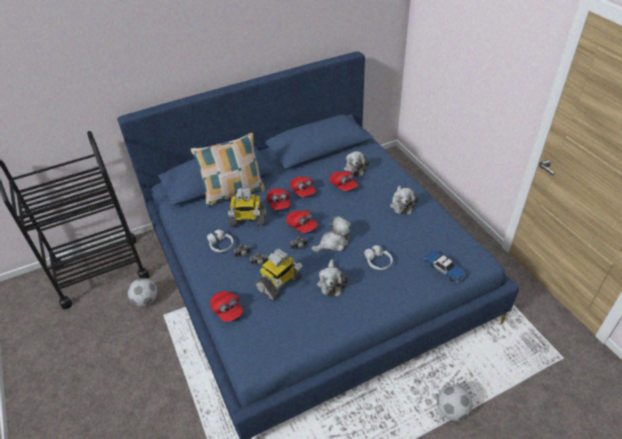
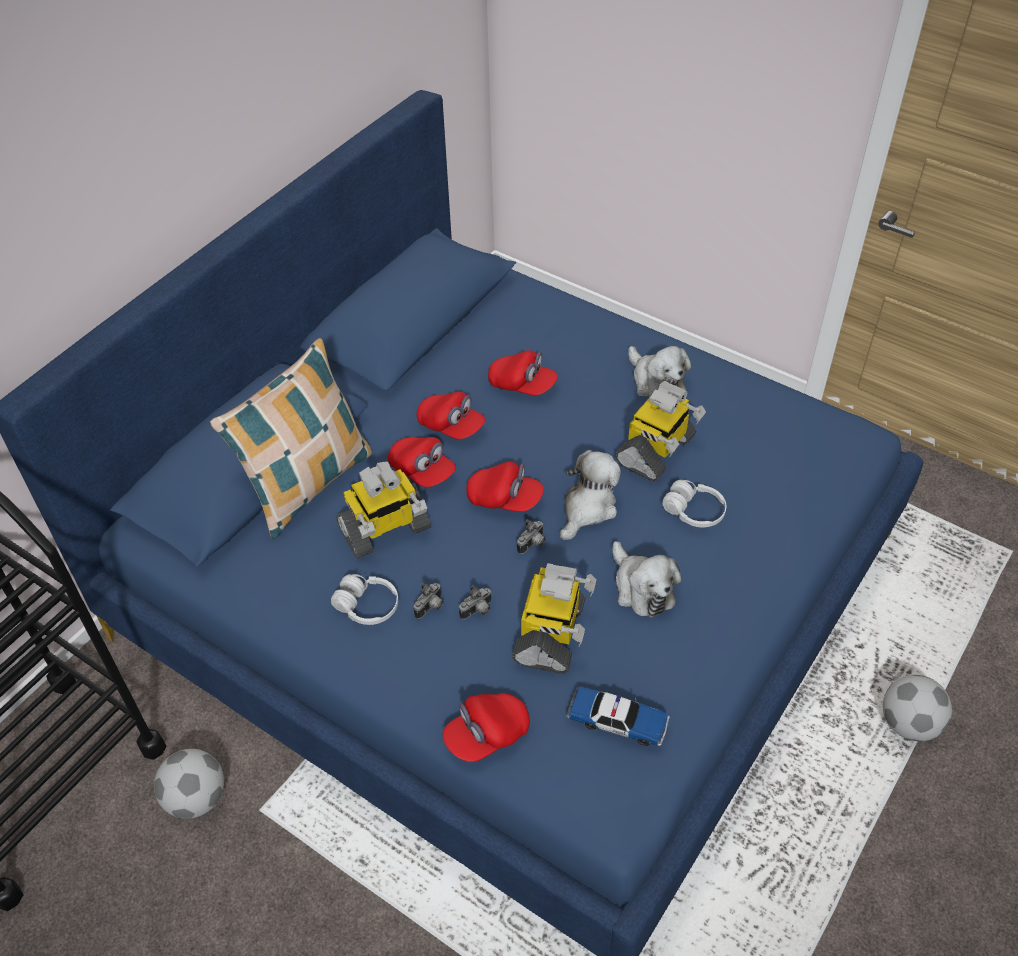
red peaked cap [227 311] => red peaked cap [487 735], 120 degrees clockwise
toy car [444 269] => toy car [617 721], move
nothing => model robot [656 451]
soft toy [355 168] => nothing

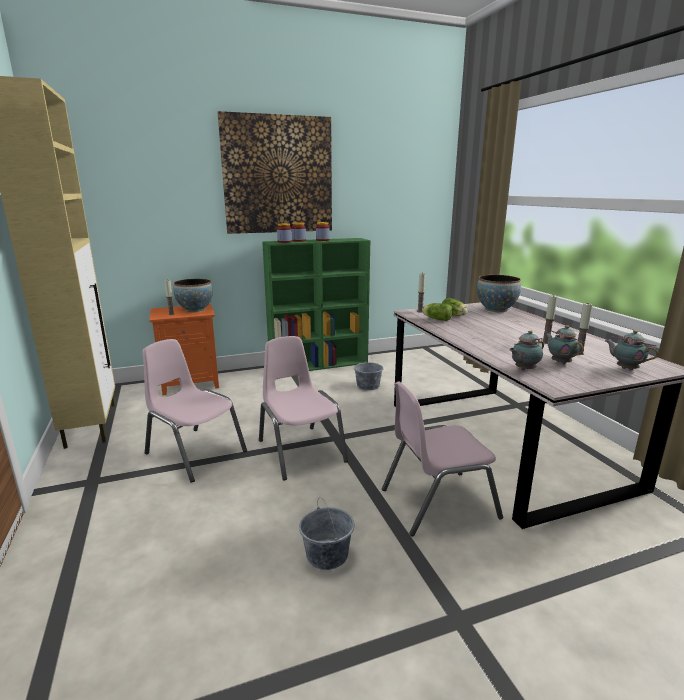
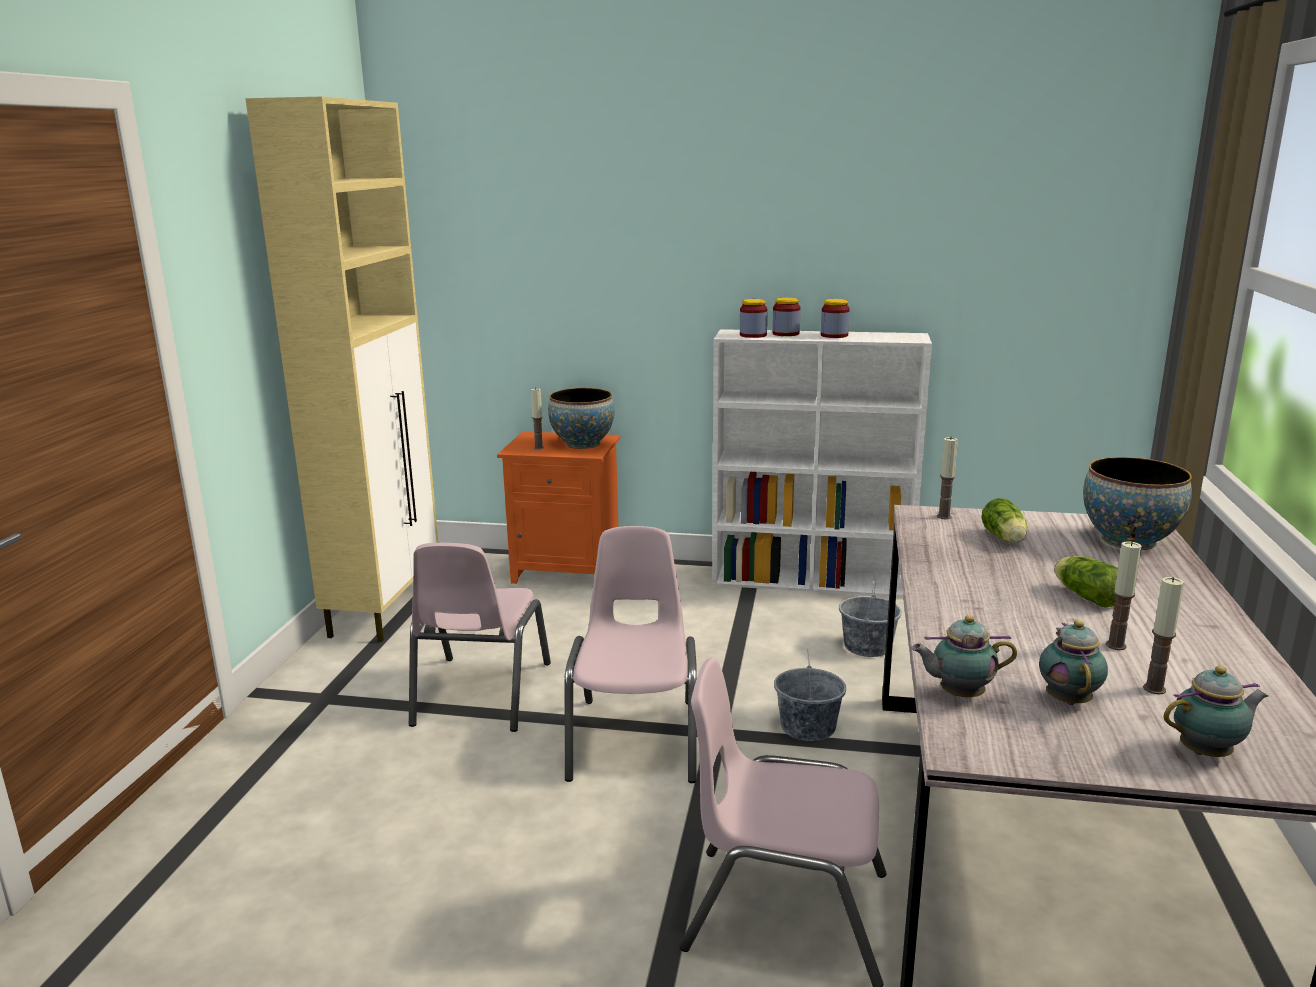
pink-coloured chair [195 452] => pink-coloured chair [480 694], 150 degrees counterclockwise
green-coloured bookcase [319 364] => white bookcase [813 580]
greyish pail [327 555] => greyish pail [808 727], move
lettuce [436 319] => lettuce [1085 596], move
teapot [625 368] => teapot [1208 753], 90 degrees clockwise
wall art [278 175] => nothing

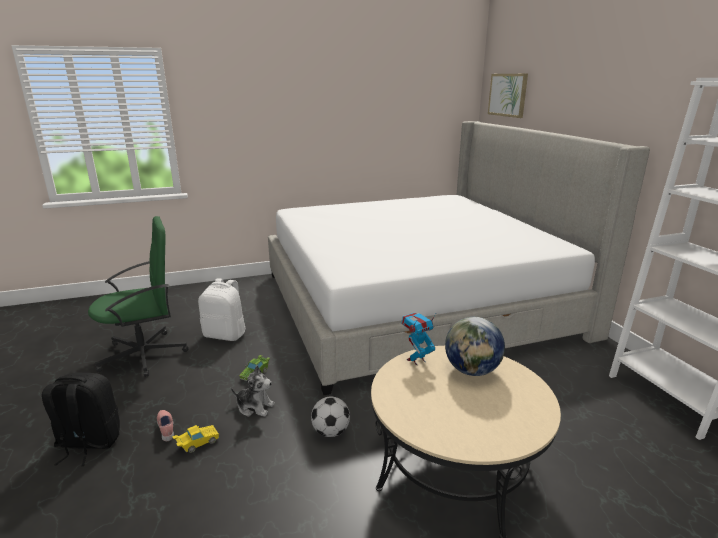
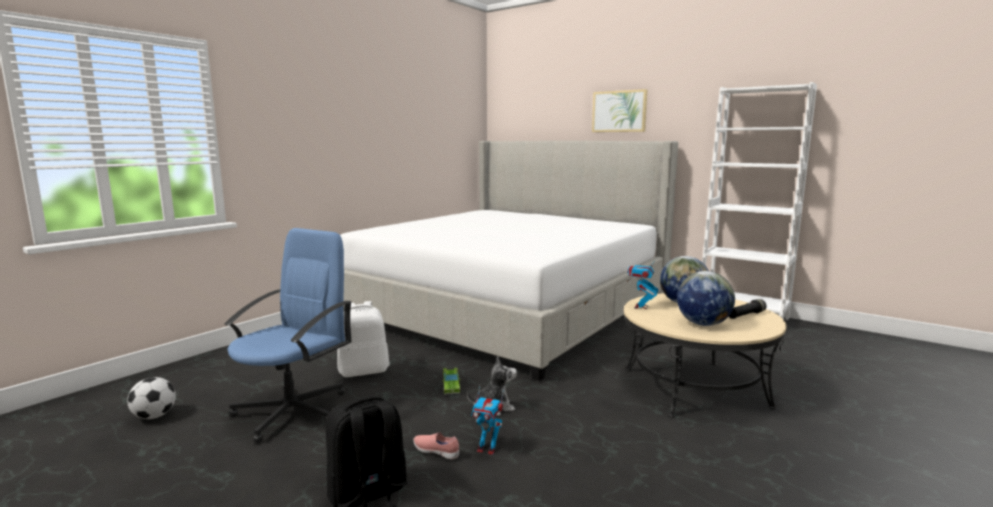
ball for football [330 432] => ball for football [154 416], move
green-coloured office chair [145 354] => blue office chair [294 411]
yellow-coloured toy car [197 443] => model robot [487 449]
wall art [507 95] => wall art [619 111], move
nothing => world globe [703 324]
nothing => black torch [745 315]

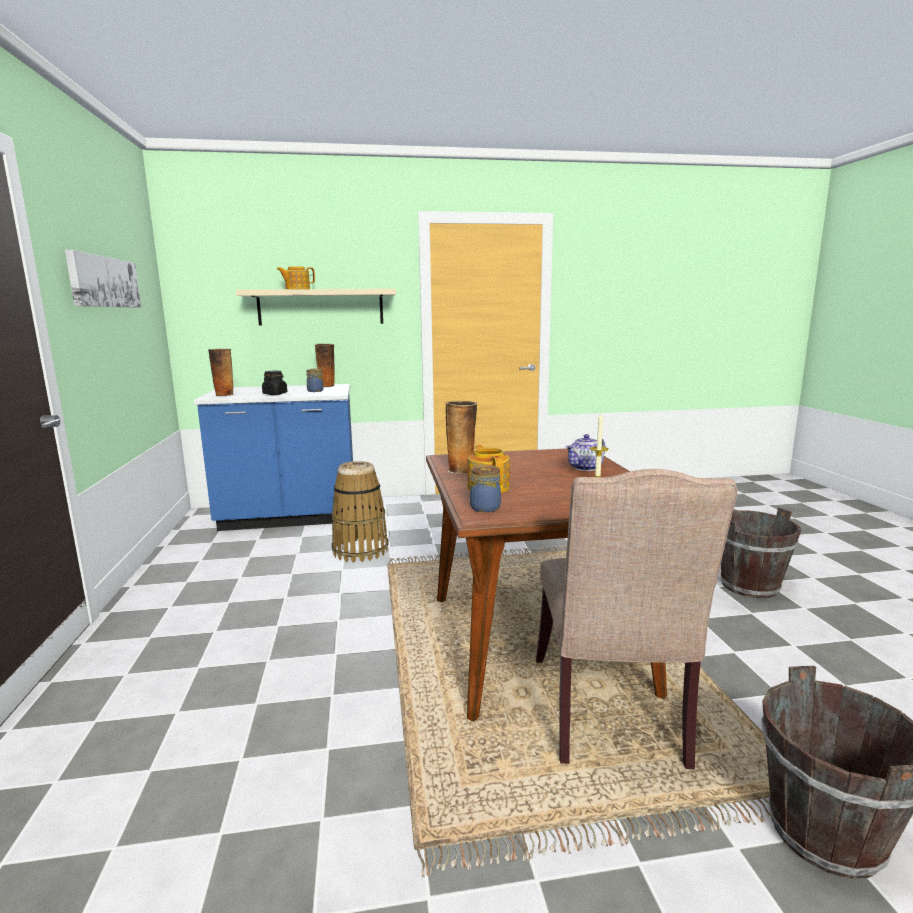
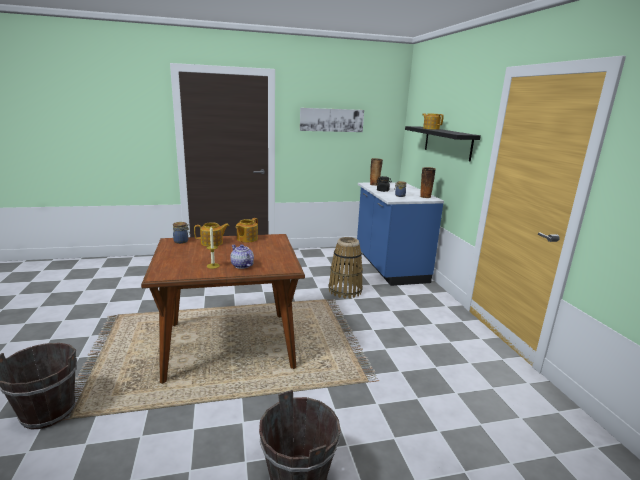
decorative vase [462 470] => teapot [246 239]
beige-coloured bracket shelf [321 307] => black bracket shelf [447 142]
beige-coloured chair [612 714] => nothing

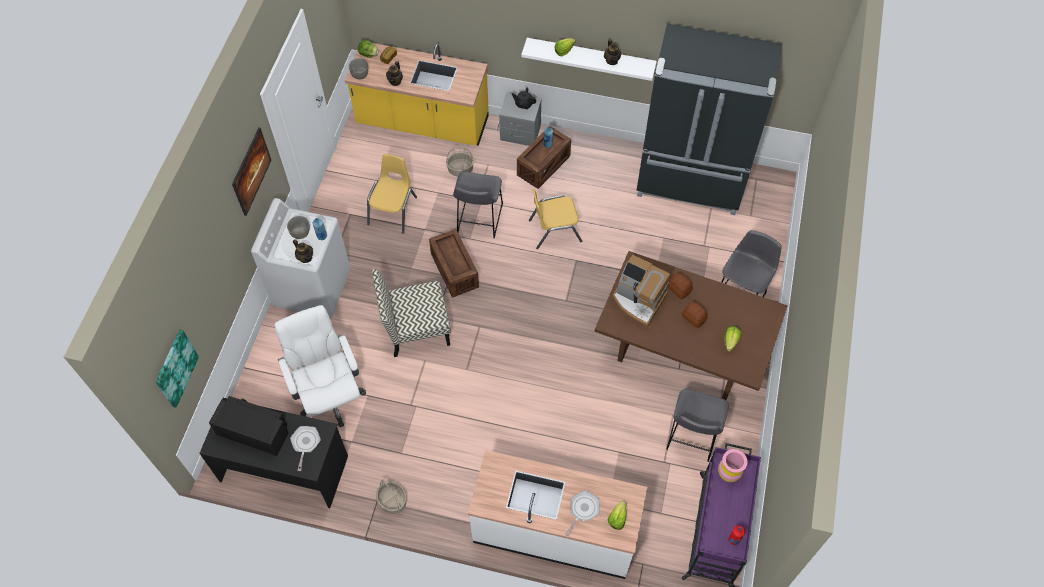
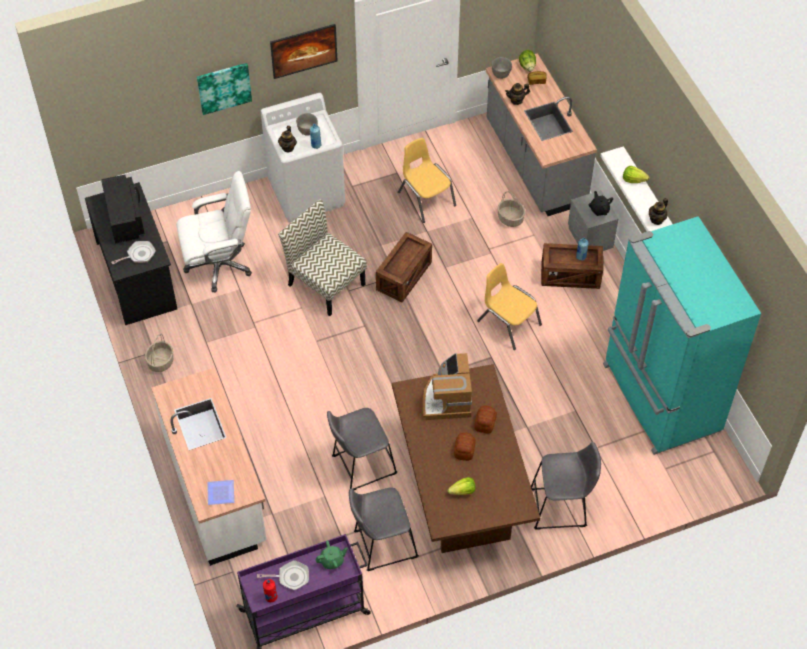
white office chair [329 395] => white office chair [220 264], 45 degrees clockwise
wall art [175 368] => wall art [224 87], move
lettuce [617 518] => flat dish [220 492]
pan [583 510] => pan [291 577], move
pink-coloured decorative vase [729 473] => green-coloured teapot [332 561]
greyish stool seat [479 220] => greyish stool seat [360 465], move
yellow-coloured chair [393 210] => yellow-coloured chair [426 199], 105 degrees counterclockwise
yellow-coloured kitchen counter [422 123] => greyish kitchen counter [534 163]
black refrigerator [691 182] => turquoise refrigerator [659 398]

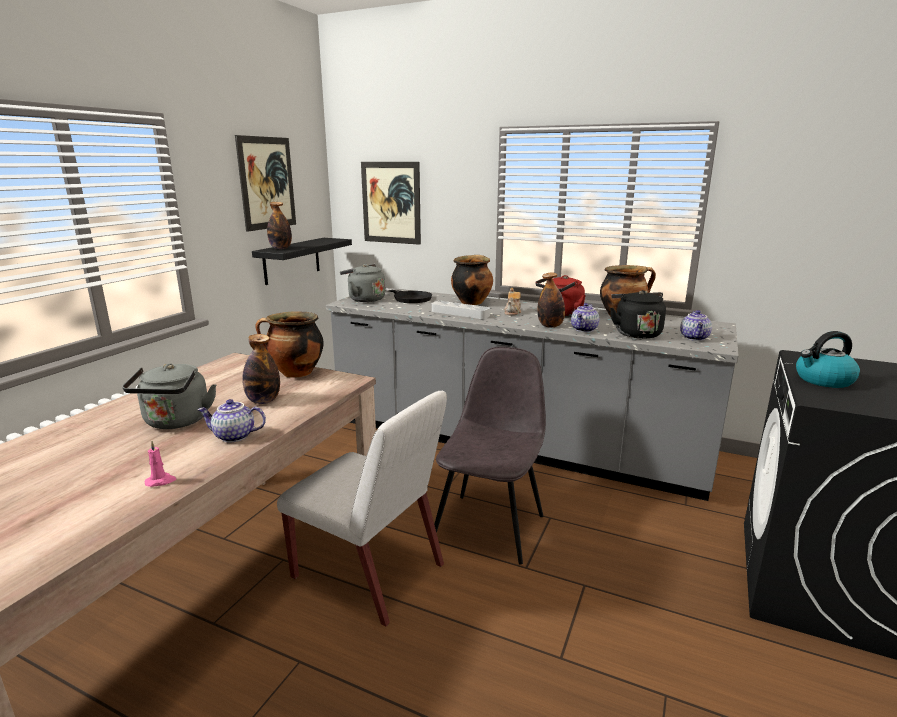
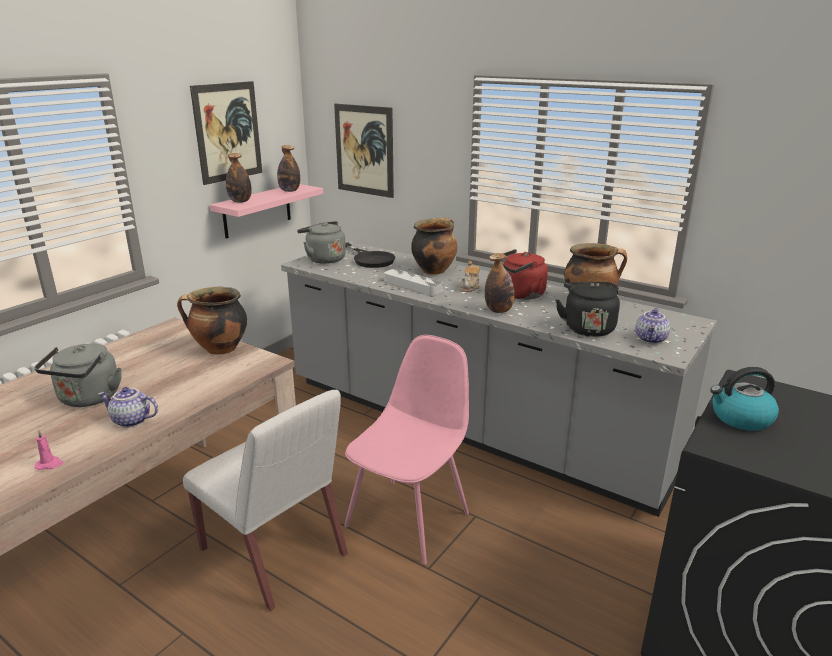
black bracket shelf [292 260] => pink-coloured bracket shelf [257 211]
drink bottle [263 401] => drink bottle [289 191], move
greyish chair [490 525] => pink-coloured chair [409 517]
teapot [584 329] => nothing

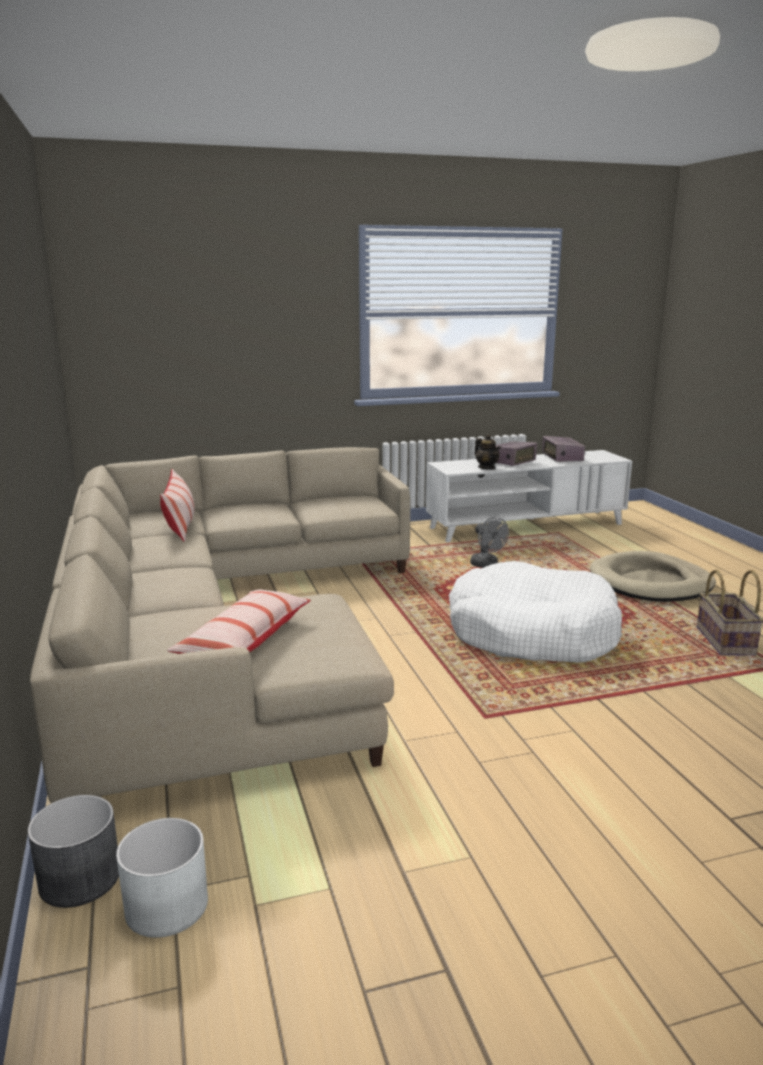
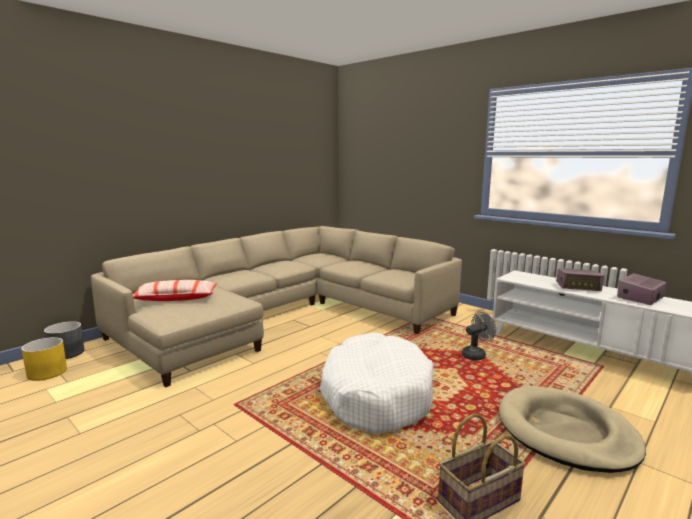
white plant pot [168 906] => yellow-coloured plant pot [47 373]
greyish electric fan [487 565] => greyish electric fan [476 355], 150 degrees counterclockwise
cushion [180 526] => nothing
teapot [486 468] => nothing

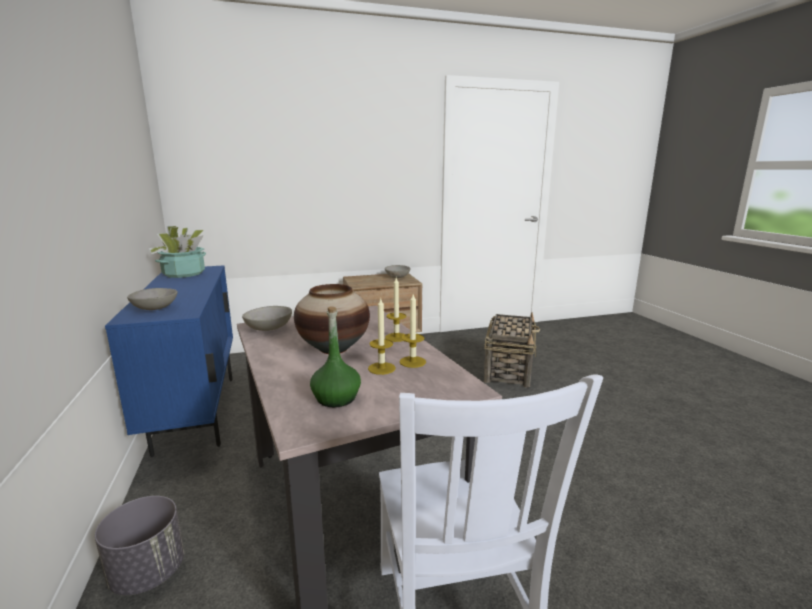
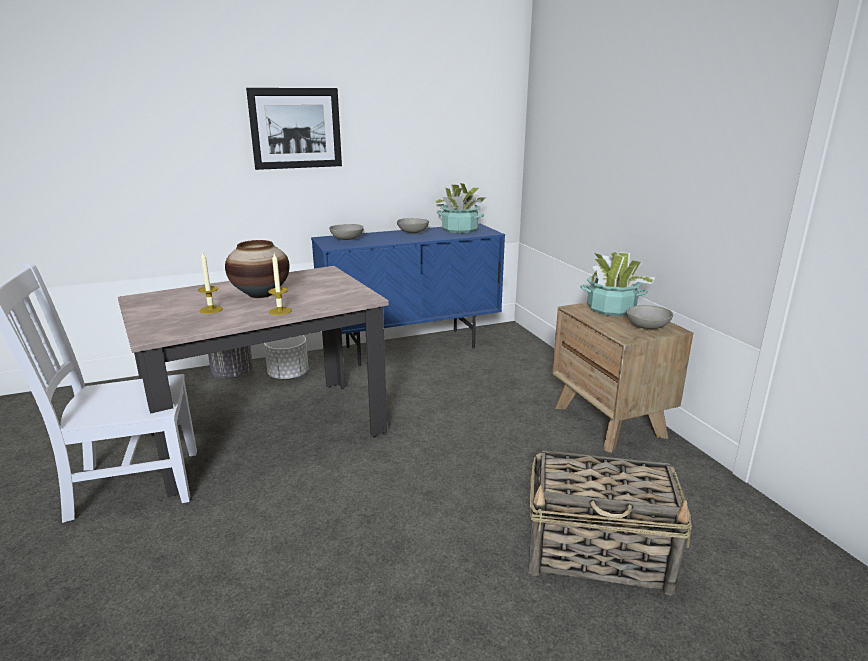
nothing => wall art [296 128]
nothing => white plant pot [288 375]
greyish serving bowl [269 329] => greyish serving bowl [412 232], move
nothing => houseplant [611 309]
green-coloured drink bottle [336 398] => nothing
wax light [412 362] => nothing

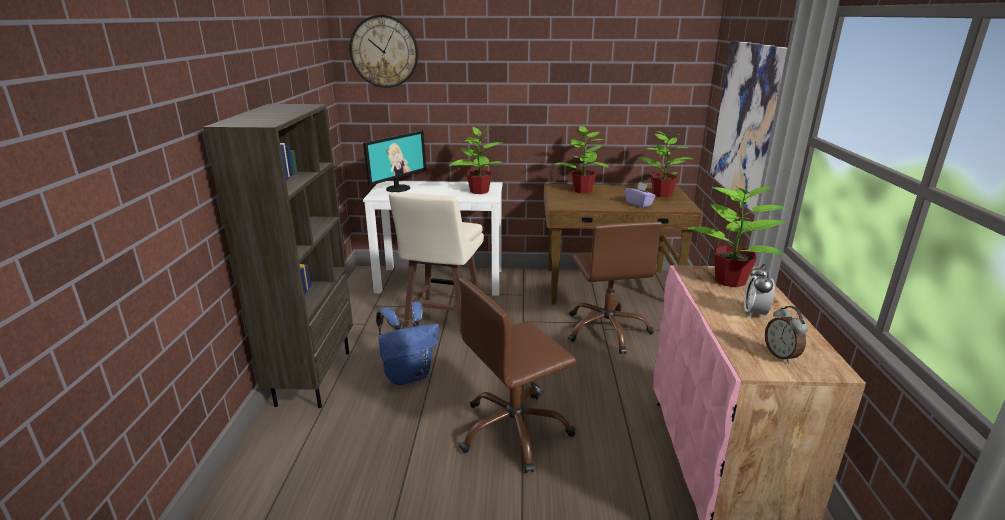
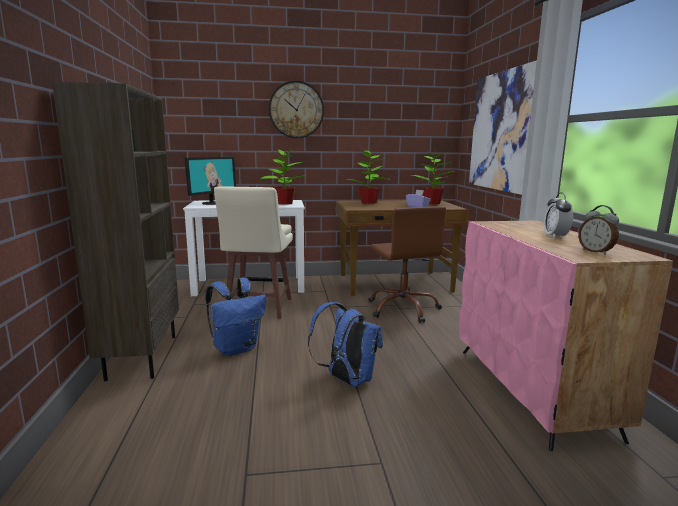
hanging clock [384 52] => hanging clock [296 110], move
brown-coloured office chair [514 431] => blue rucksack [346 380]
houseplant [731 280] => nothing

